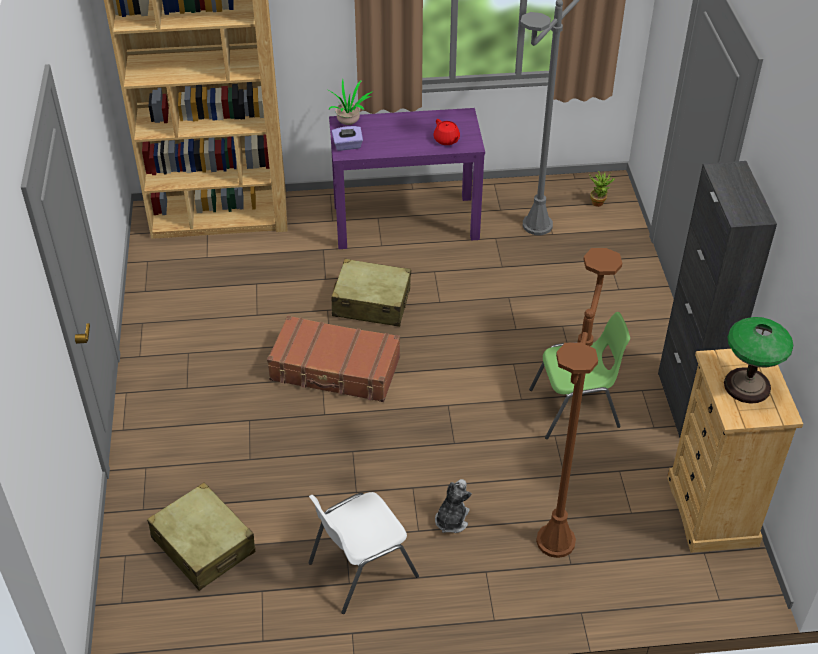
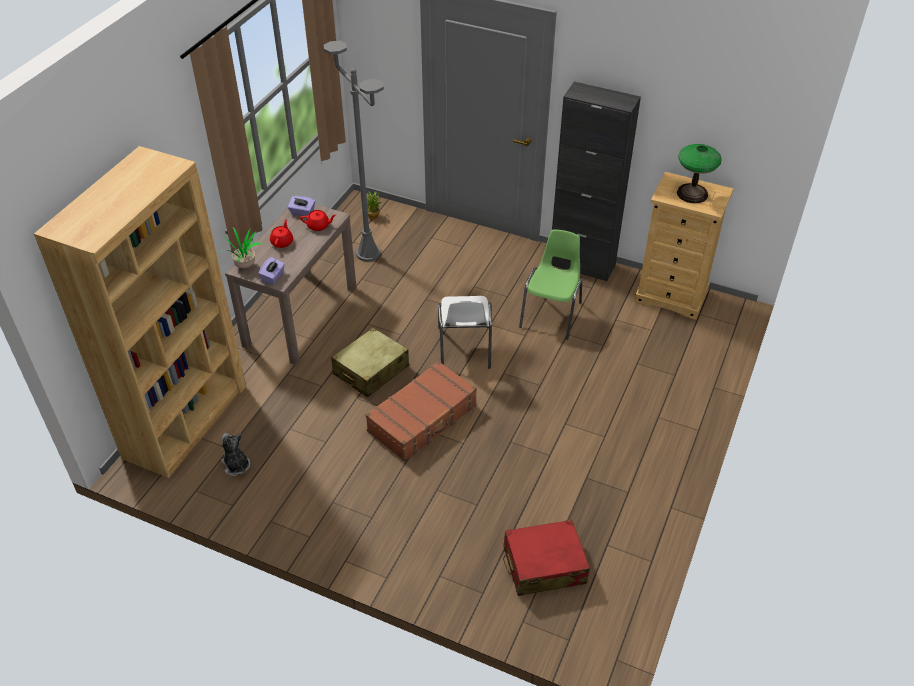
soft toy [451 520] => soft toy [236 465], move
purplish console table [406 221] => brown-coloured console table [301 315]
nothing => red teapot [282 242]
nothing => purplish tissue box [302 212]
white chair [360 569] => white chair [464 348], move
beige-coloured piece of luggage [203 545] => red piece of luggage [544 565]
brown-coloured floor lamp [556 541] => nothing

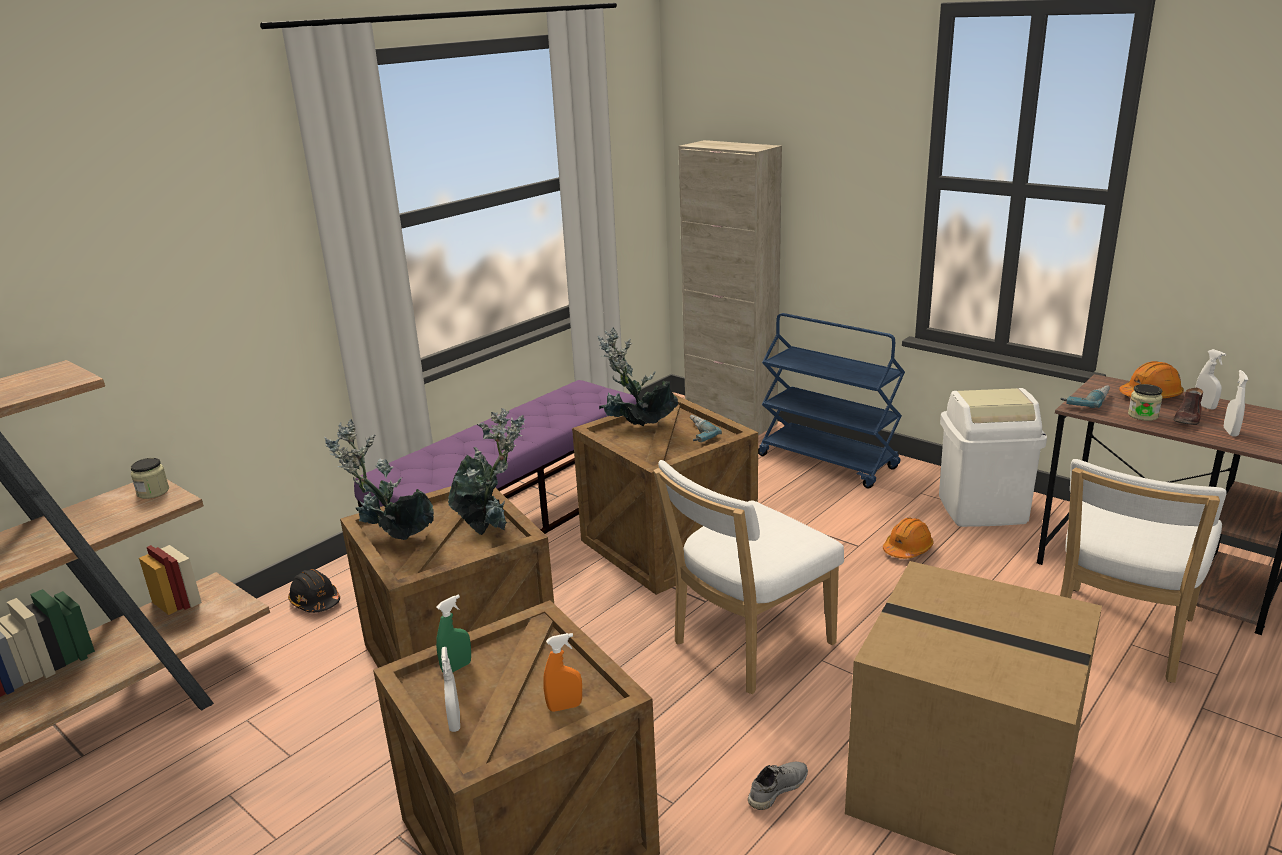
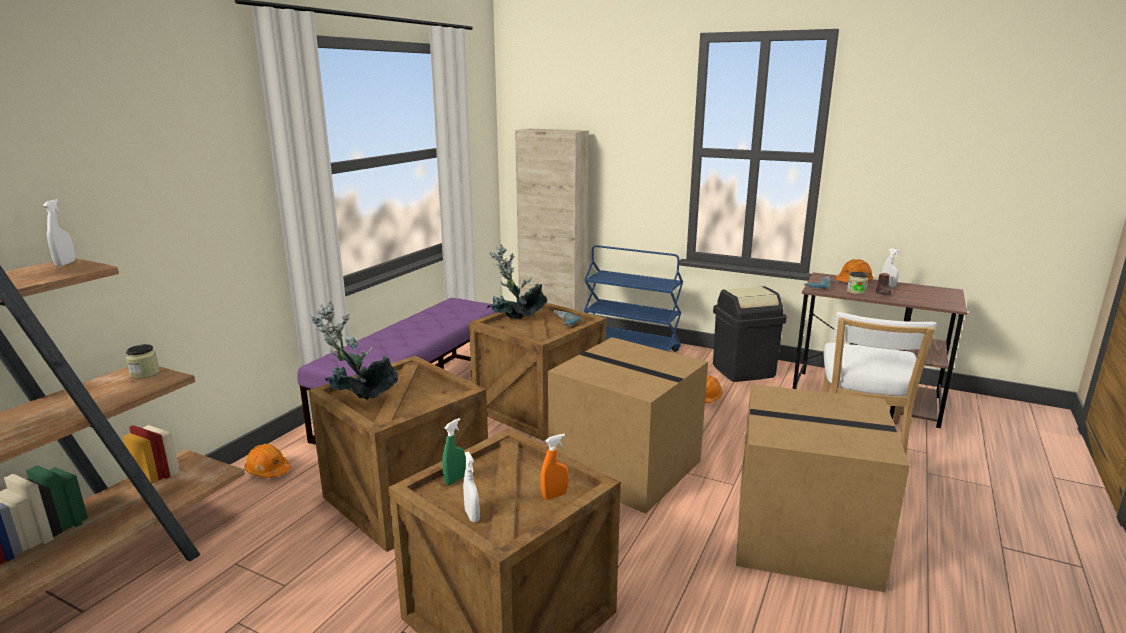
white sprayer [1230 432] => white sprayer [65 264], move
black safety helmet [315 601] => orange-coloured safety helmet [268 470]
white chair [747 646] => cardboard box [623 467]
white waste bin [982 509] => black waste bin [743 370]
houseplant [491 527] => nothing
greyish shoe [776 789] => nothing

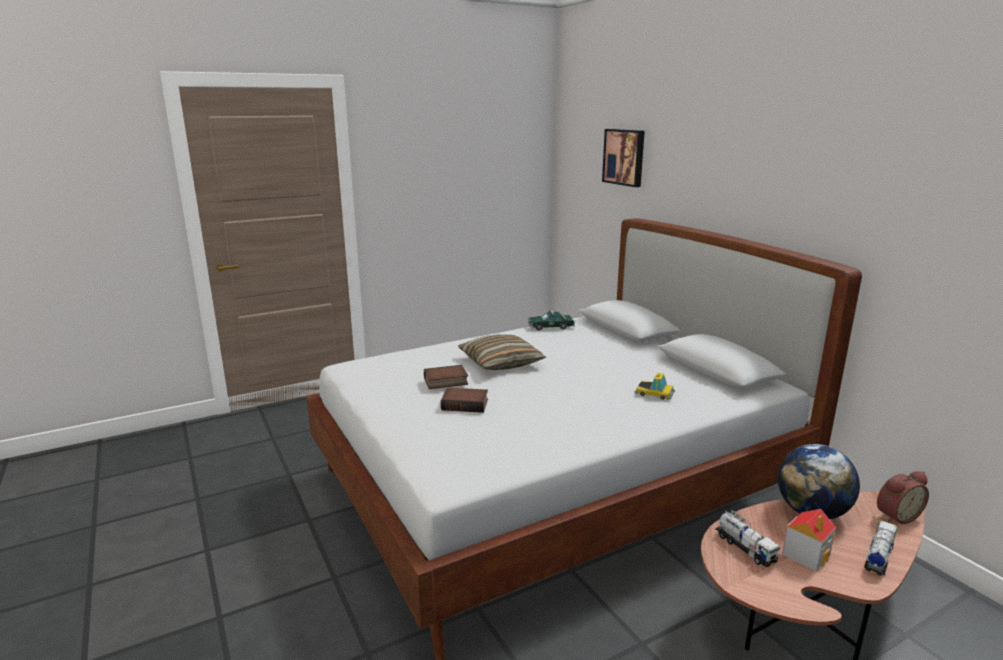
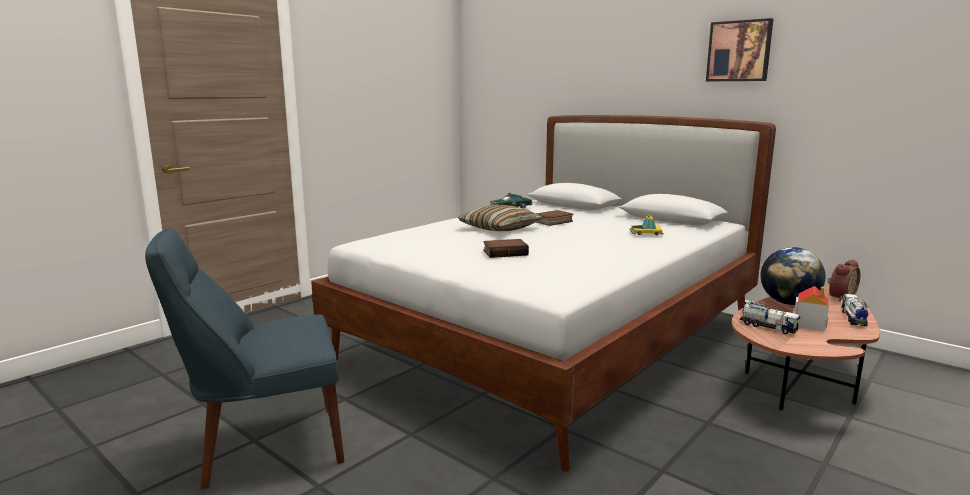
nothing => blue chair [264 447]
book [445 382] => book [553 222], move
wall art [624 157] => wall art [739 51], move

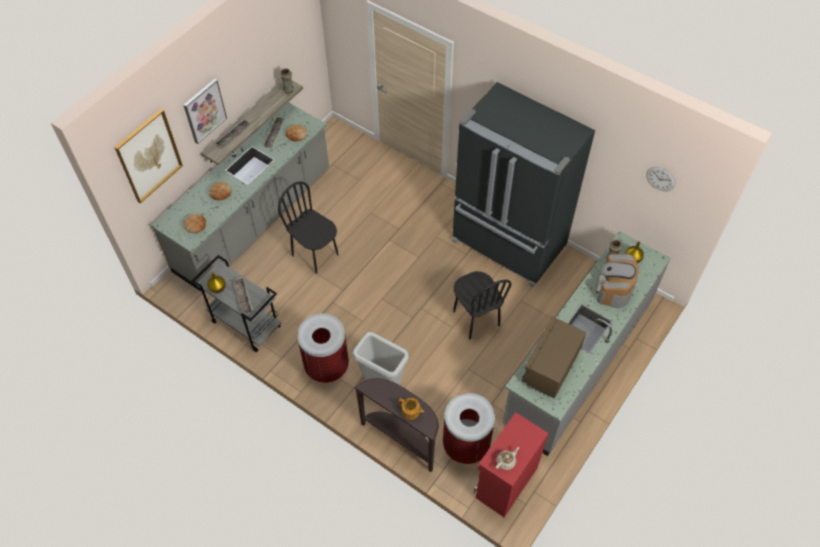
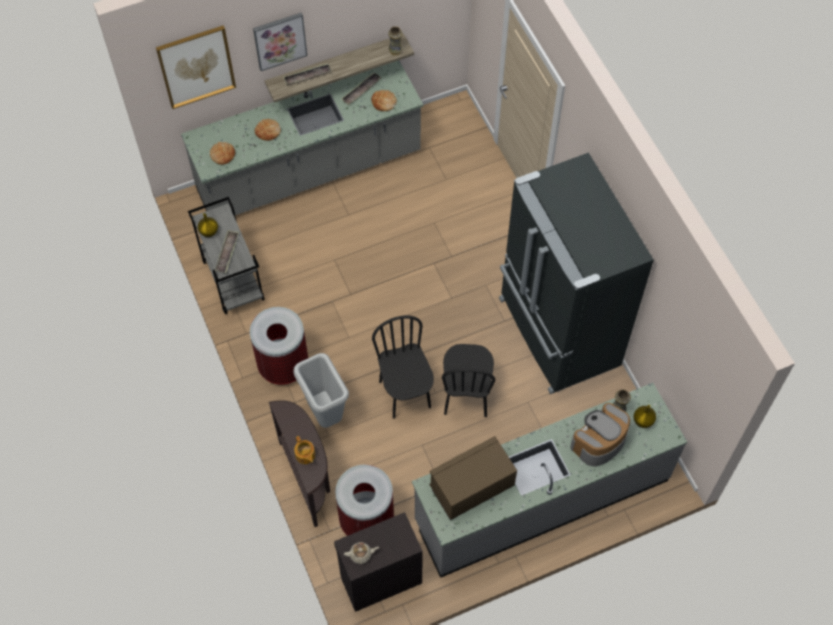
red storage cabinet [505 482] => black storage cabinet [380 579]
black chair [315 254] => black chair [405 394], move
hanging clock [660 179] => nothing

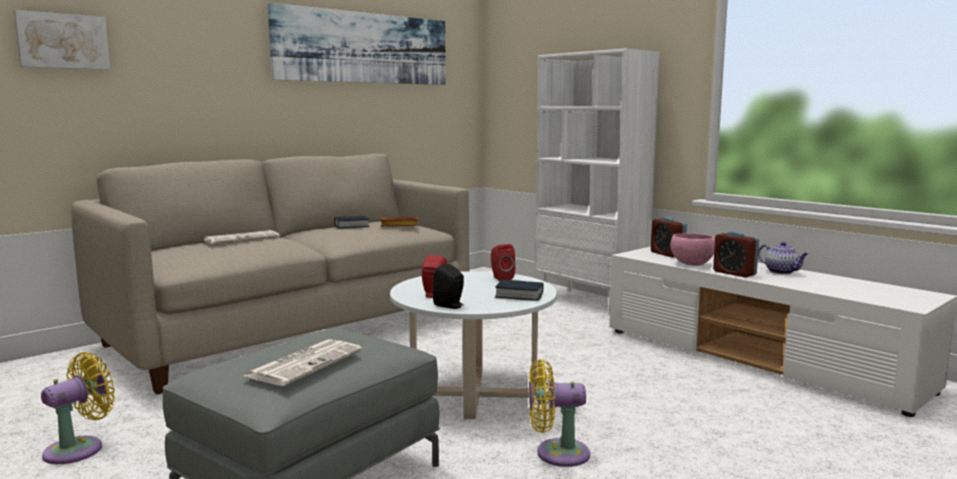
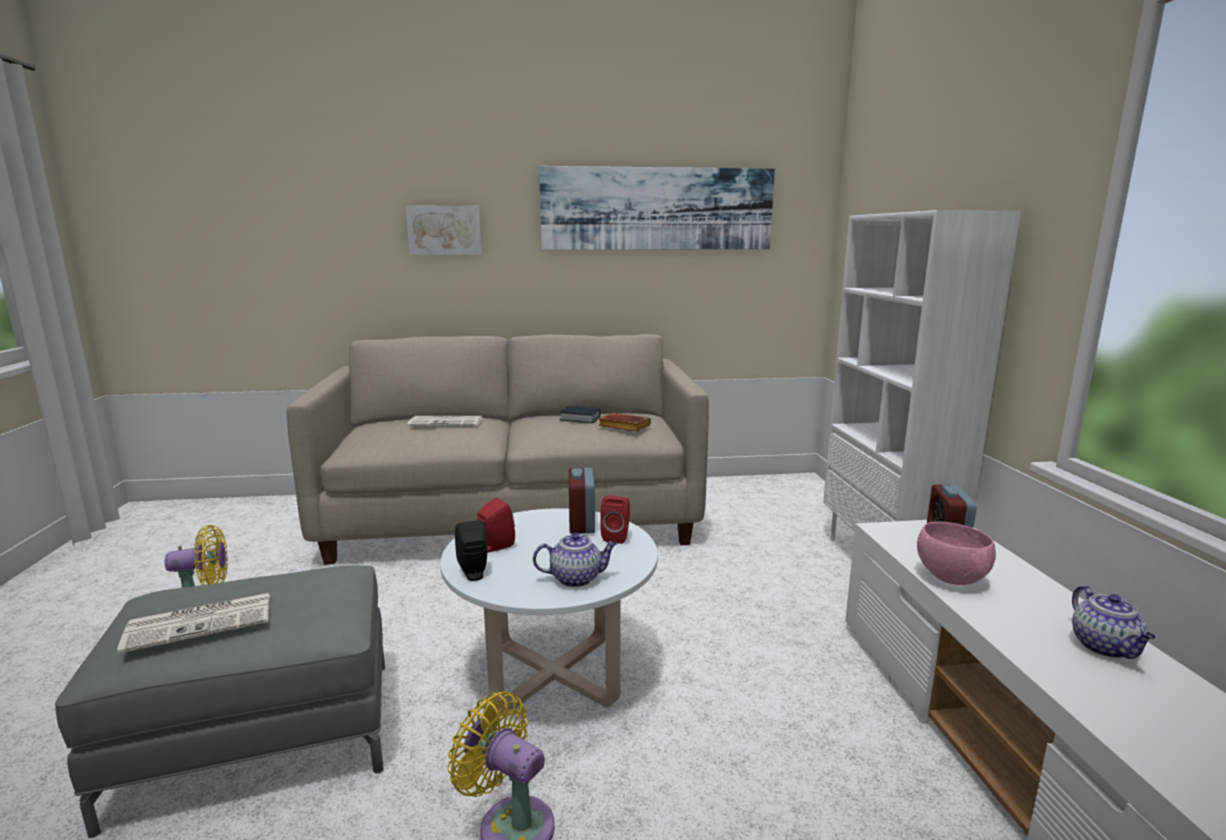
wall art [62 41] => wall art [444 230], move
book [519 295] => teapot [577 578]
table clock [734 273] => table clock [581 524], move

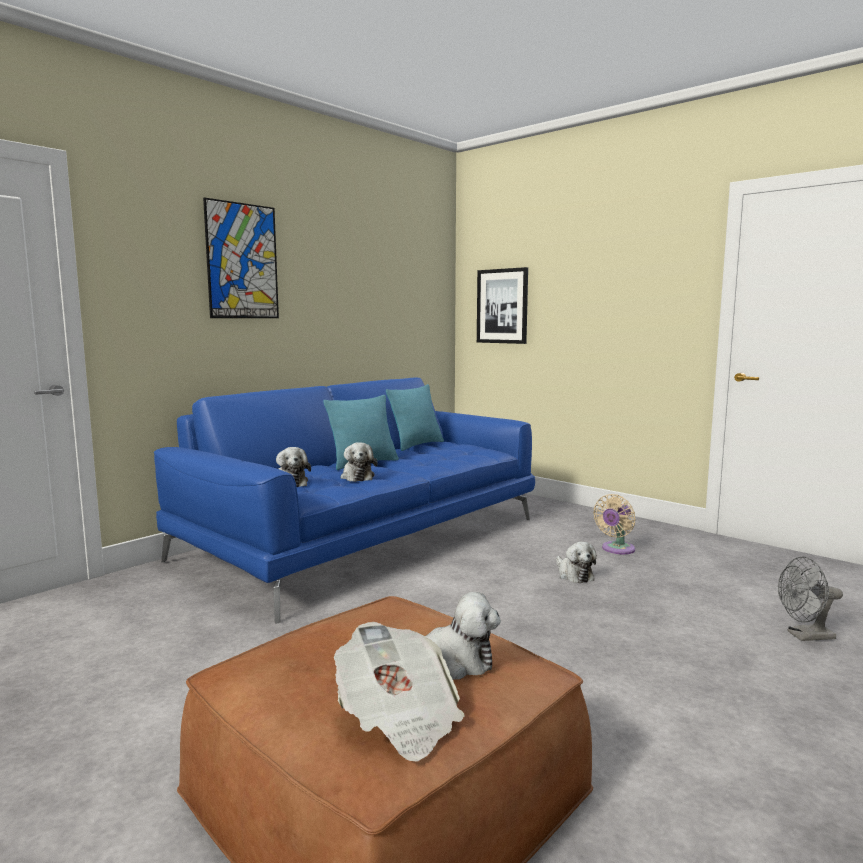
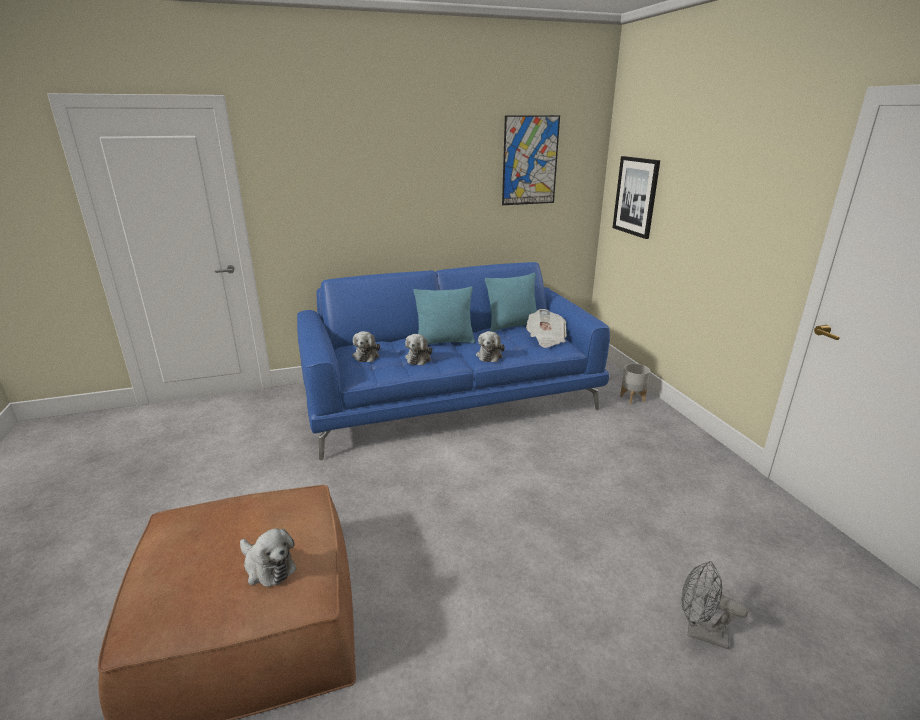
soft toy [574 575] => soft toy [489 355], move
wall art [242 261] => wall art [530 161], move
printed paper [399 719] => printed paper [545 339], move
nothing => greyish plant pot [632 398]
beige-coloured electric fan [616 549] => nothing

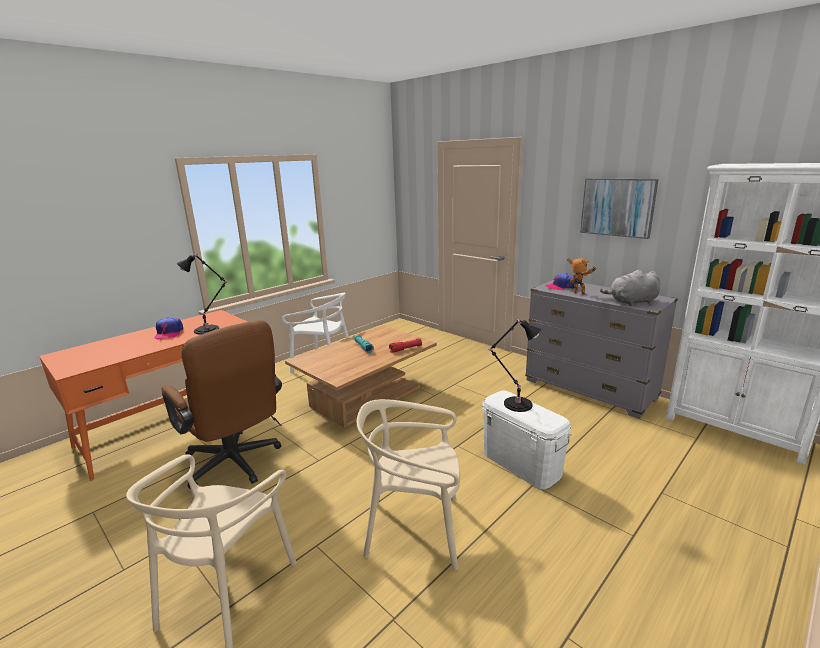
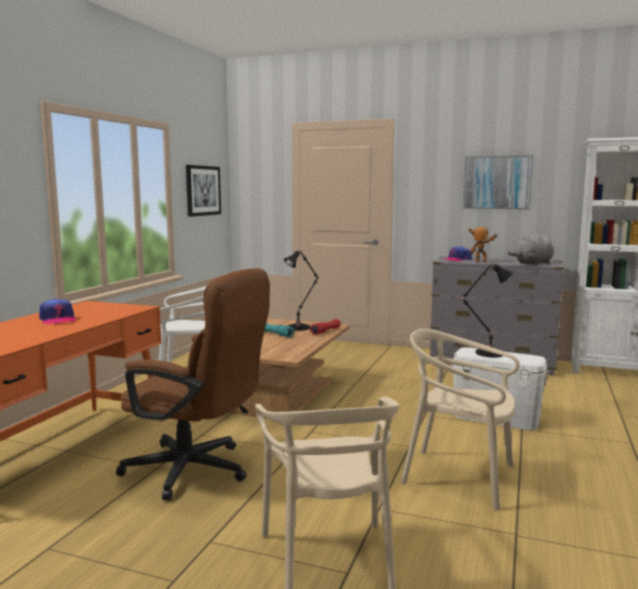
nothing => wall art [203 190]
black tabletop lamp [209 330] => black tabletop lamp [300 327], move
beige-coloured chair [414 530] => beige-coloured chair [459 477], 45 degrees clockwise

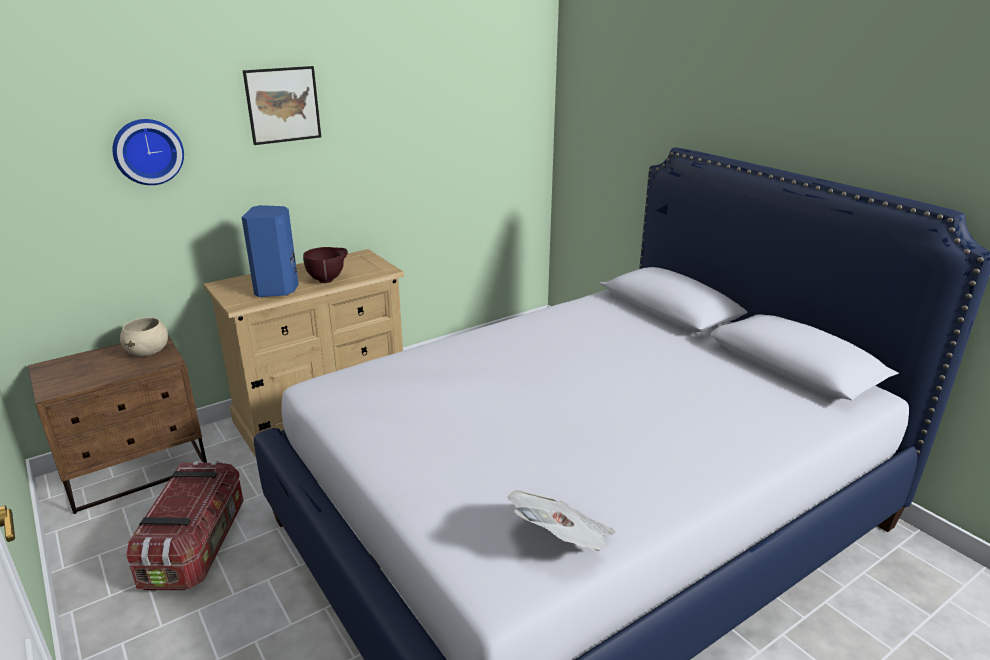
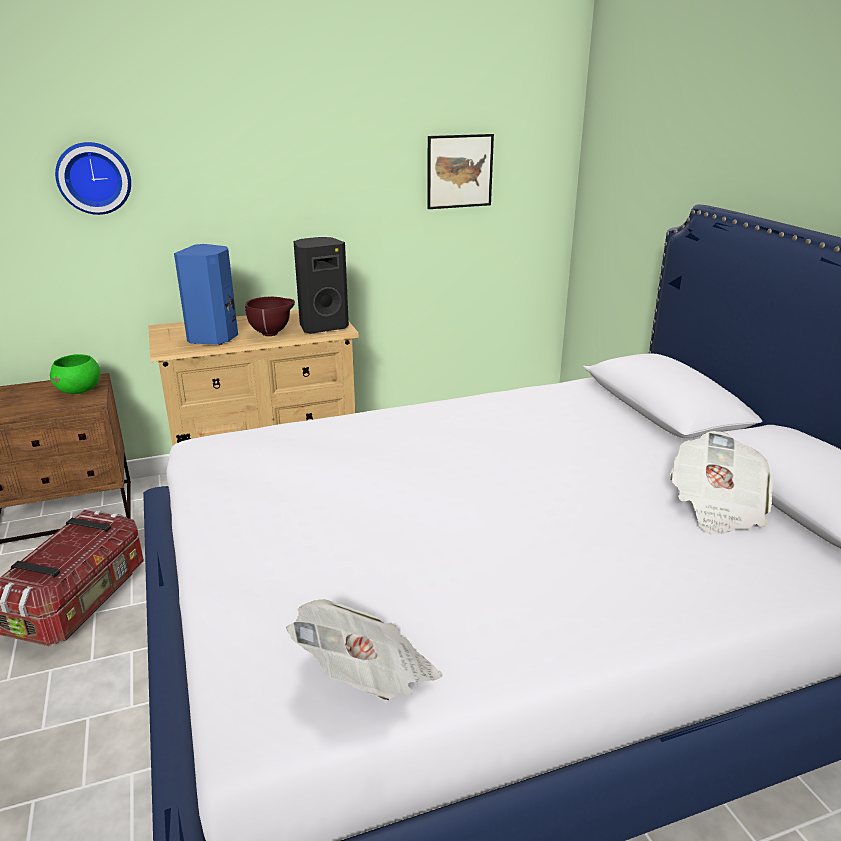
beige-coloured serving bowl [149 352] => green-coloured serving bowl [80 390]
nothing => black loudspeaker [322 327]
wall art [283 105] => wall art [459 171], move
nothing => printed paper [716 507]

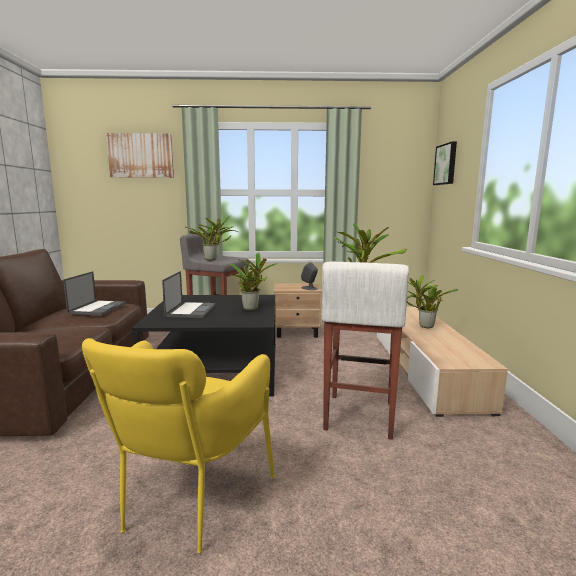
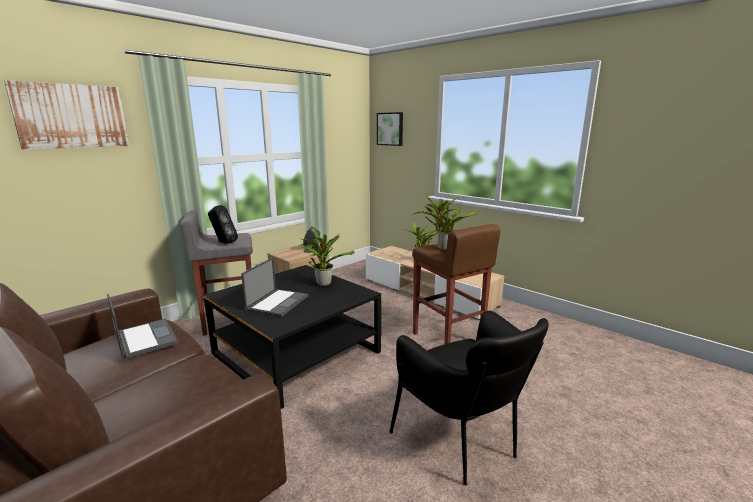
houseplant [212 259] => black loudspeaker [223 243]
portable computer [191 310] => portable computer [278 302], 60 degrees clockwise
yellow-coloured armchair [187 503] => black armchair [463 443]
white stool seat [358 416] => brown-coloured stool seat [447 339]

